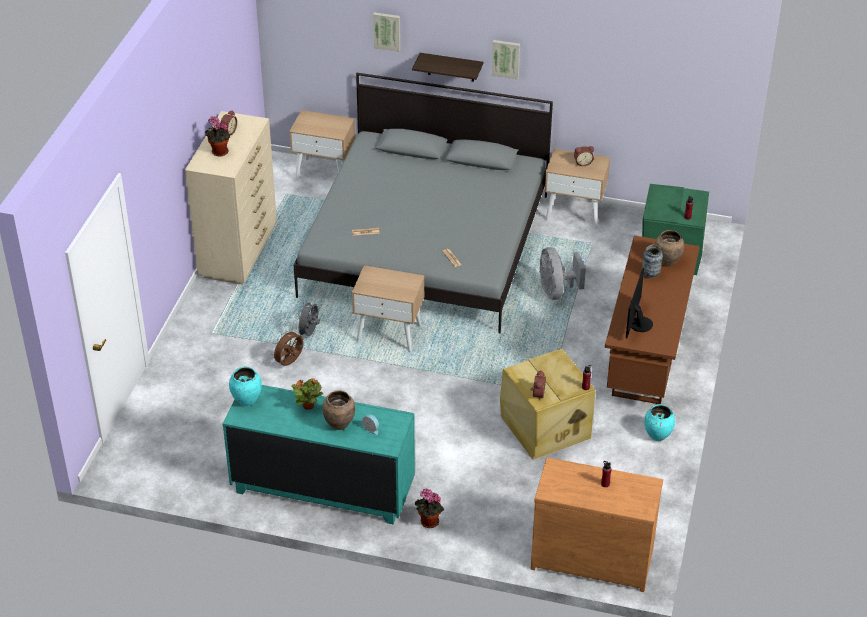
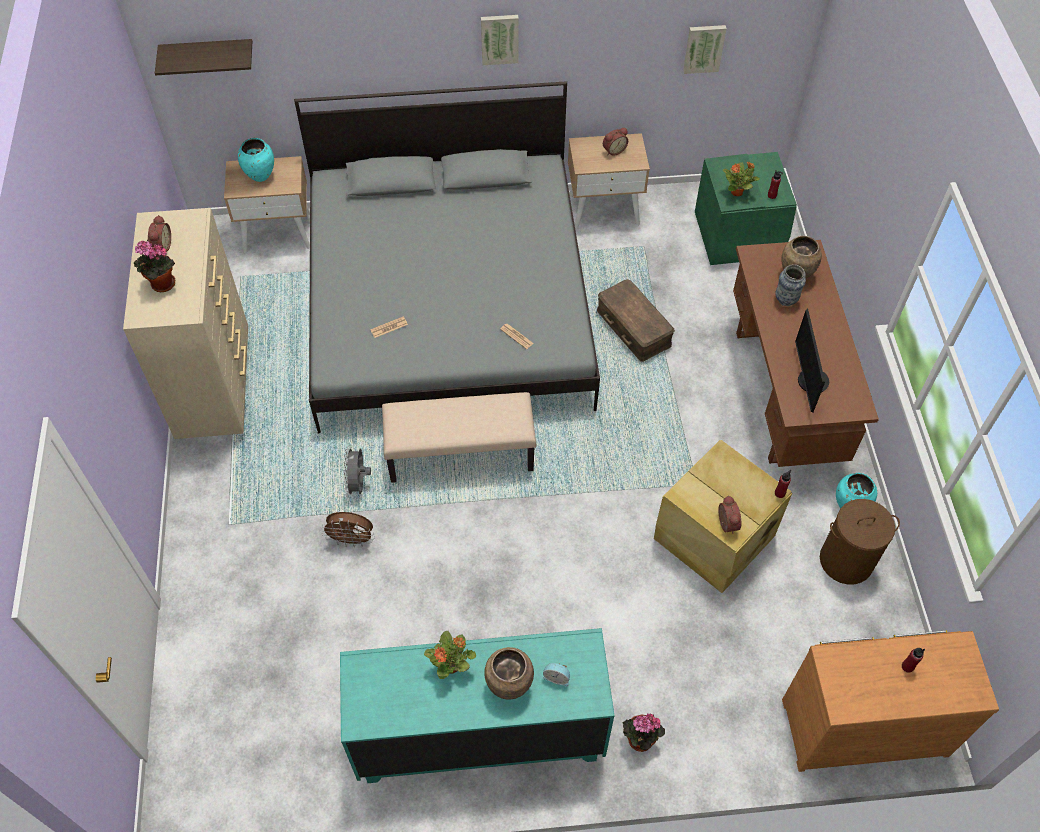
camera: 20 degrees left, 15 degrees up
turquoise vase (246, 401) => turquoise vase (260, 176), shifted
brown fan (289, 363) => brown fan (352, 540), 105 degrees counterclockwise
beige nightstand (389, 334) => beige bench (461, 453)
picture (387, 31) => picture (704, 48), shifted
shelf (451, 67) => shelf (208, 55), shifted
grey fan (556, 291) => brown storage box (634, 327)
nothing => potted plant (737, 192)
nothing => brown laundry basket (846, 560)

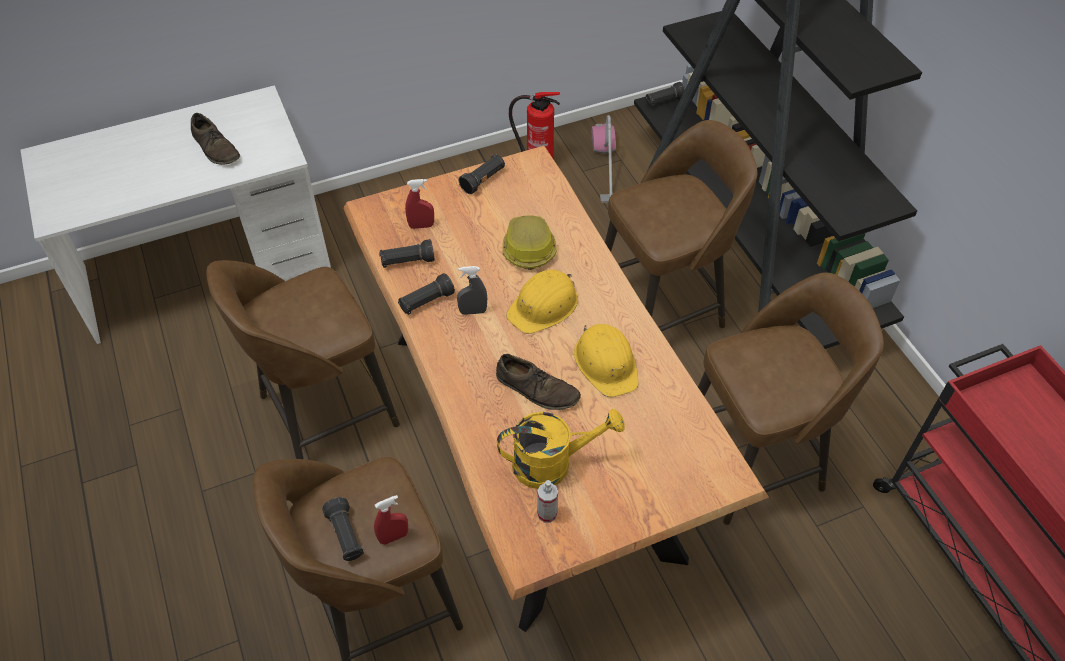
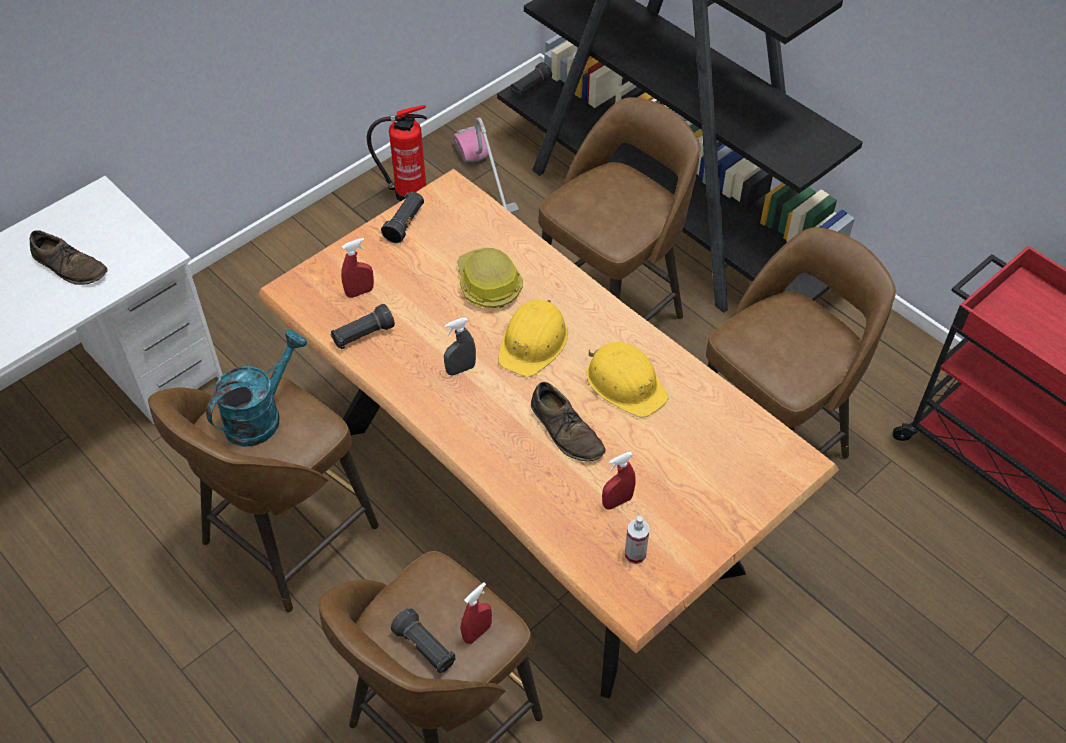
camera: 20 degrees left, 0 degrees up
black flashlight (426, 302) => nothing
brown shoe (537, 389) => brown shoe (566, 431), 45 degrees clockwise
yellow watering can (552, 463) => red spray bottle (617, 502)
nothing => turquoise watering can (260, 415)

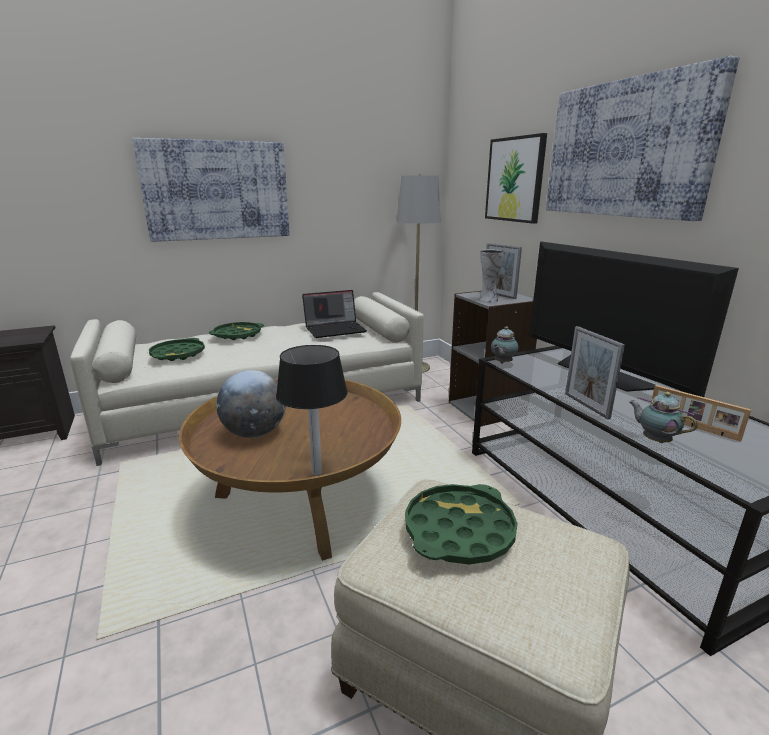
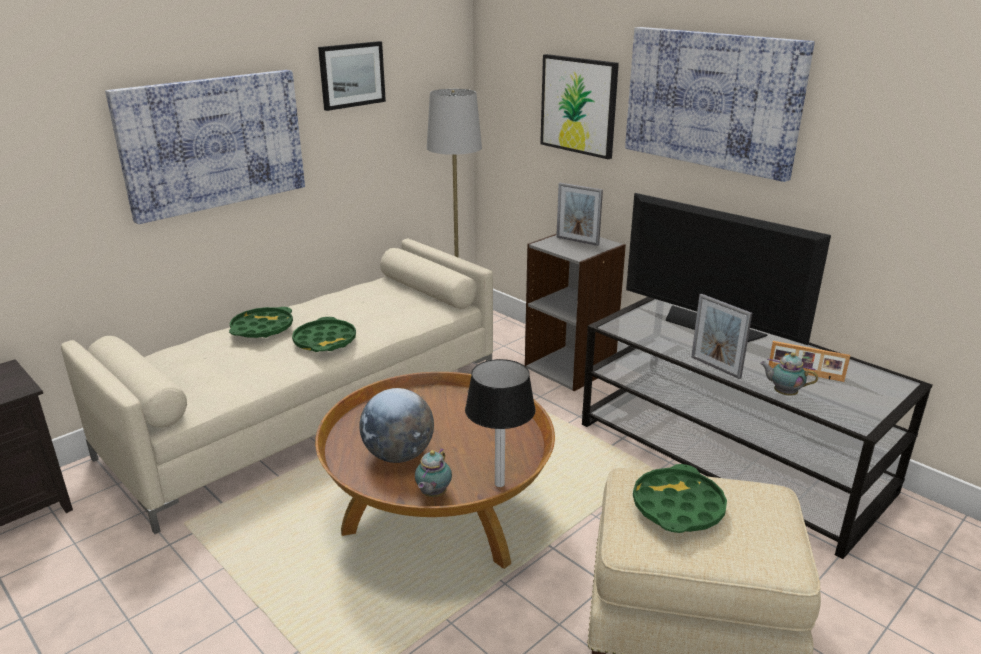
camera: 20 degrees left, 5 degrees up
green tray (178, 354) => green tray (325, 341), shifted
laptop (335, 329) => nothing
vase (488, 299) => nothing
teapot (502, 363) => teapot (432, 494), shifted
nothing => picture (351, 75)

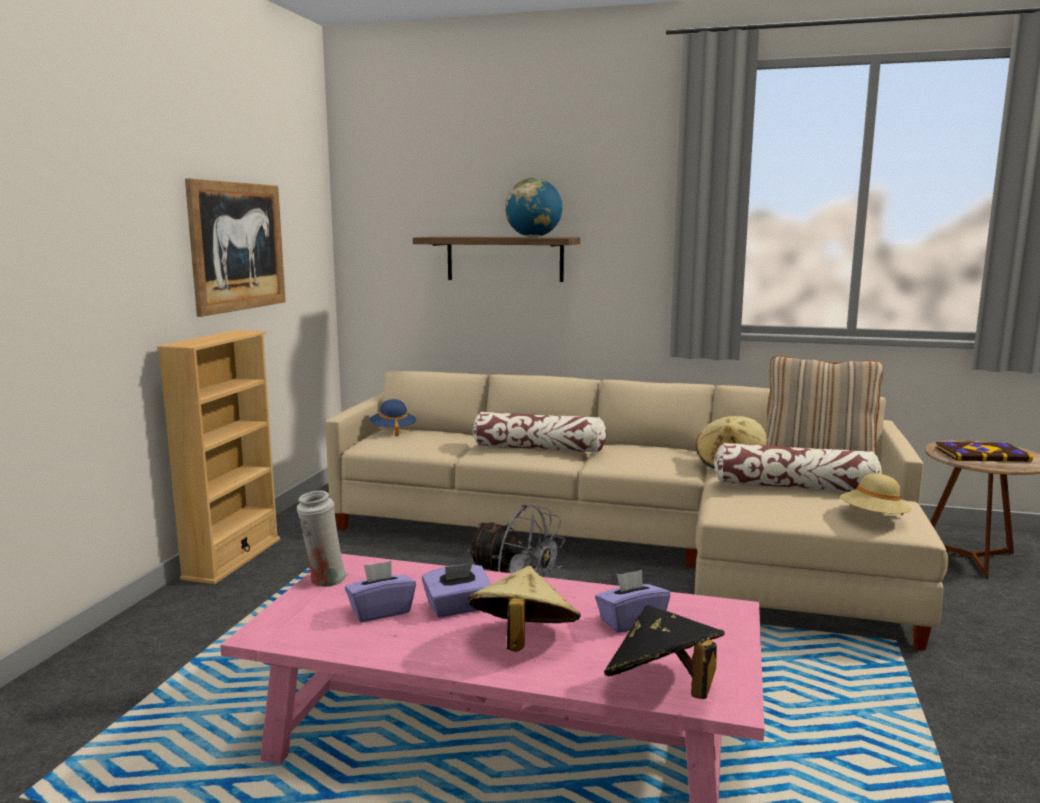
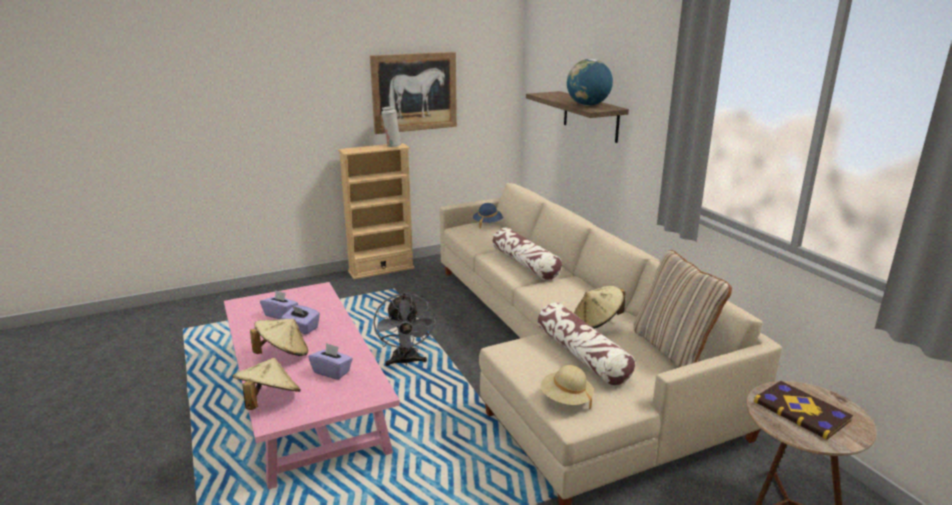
camera: 50 degrees right, 10 degrees up
white vase (324, 580) => white vase (392, 145), shifted
black hat (662, 689) => beige hat (268, 401)

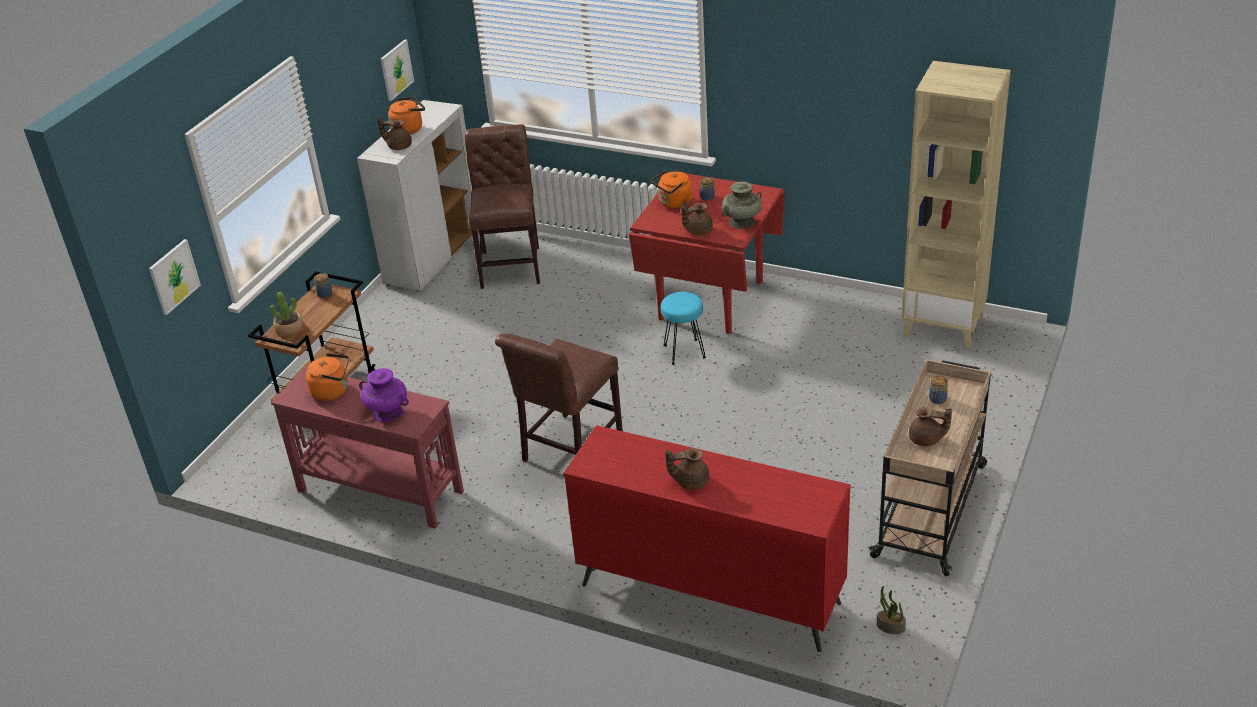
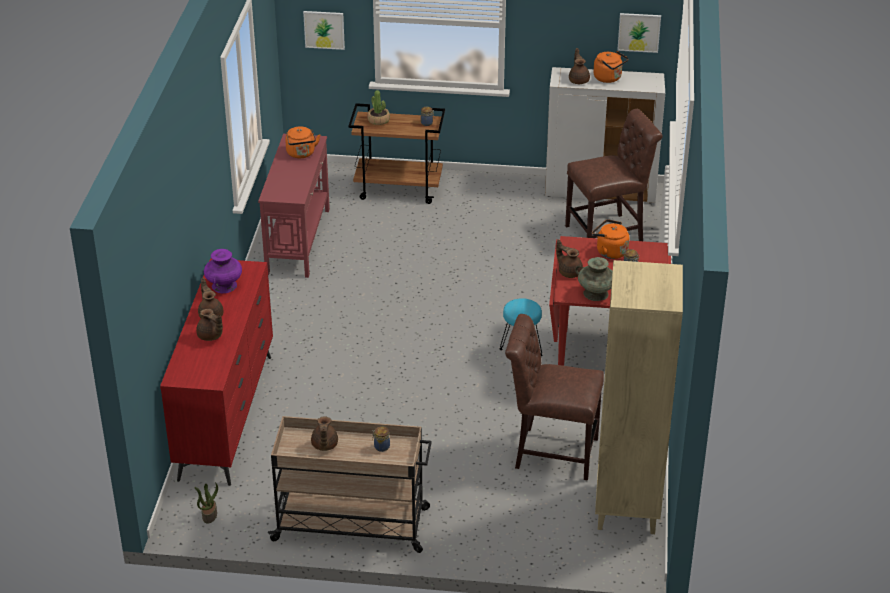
camera: 70 degrees right, 0 degrees up
purple vase (387, 412) => purple vase (224, 285), shifted
brown chair (568, 450) => brown chair (551, 452), shifted
nothing => brown teapot (210, 336)

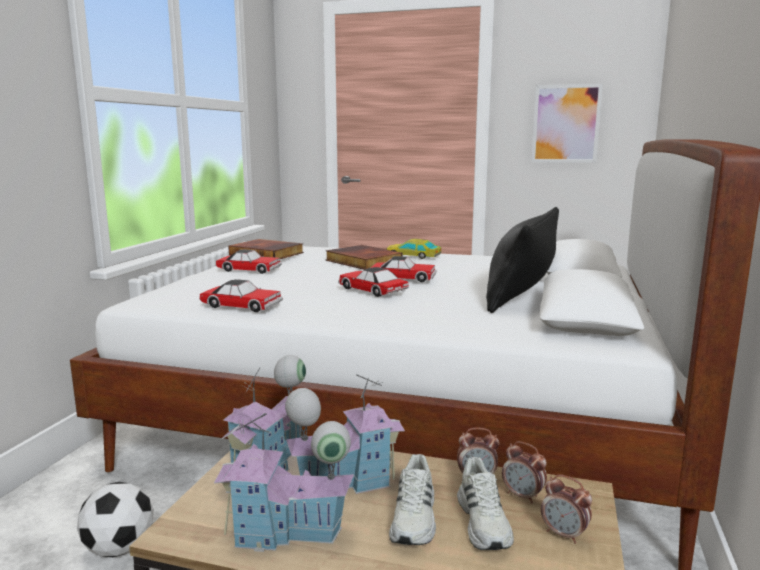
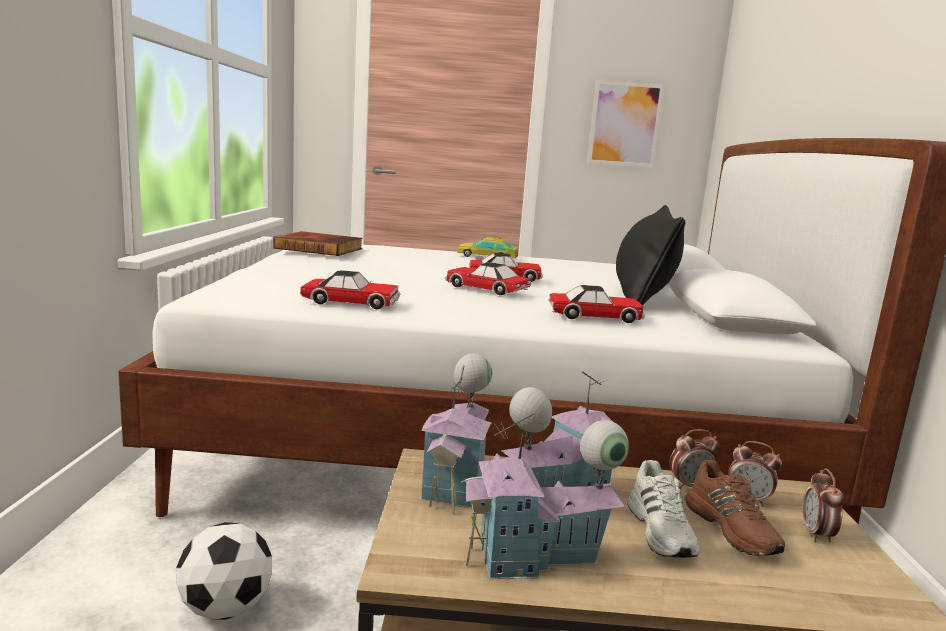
camera: 15 degrees left, 0 degrees up
toy car (249, 270) => toy car (595, 316), shifted
book (362, 261) => nothing
white shoe (484, 522) => brown shoe (733, 529)
alarm clock (564, 534) => alarm clock (817, 535), 75 degrees clockwise

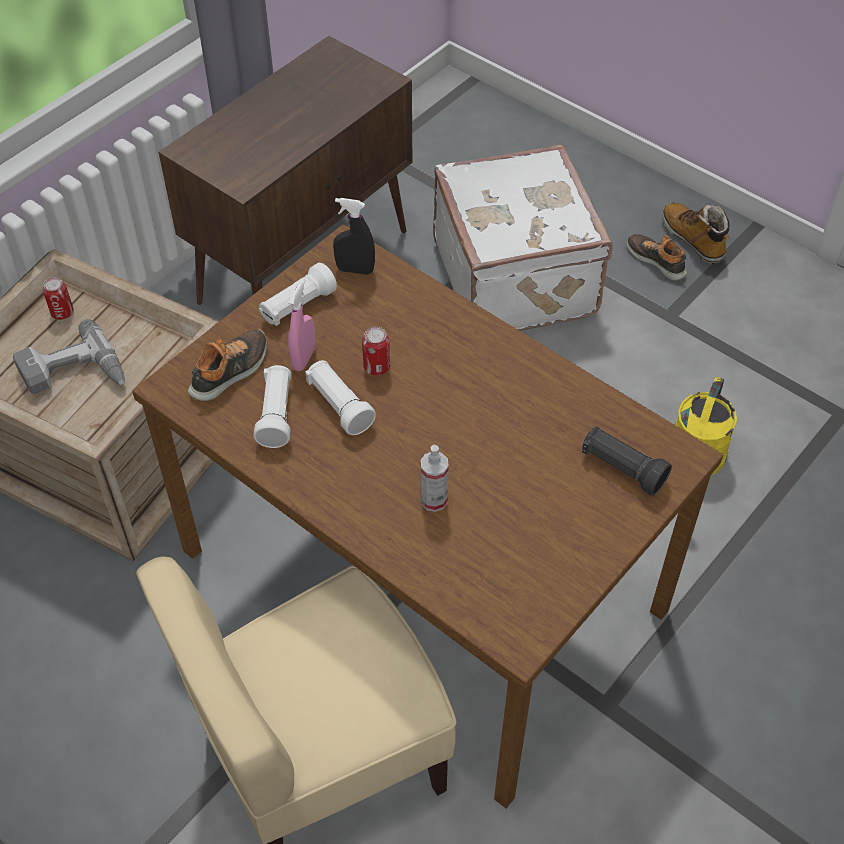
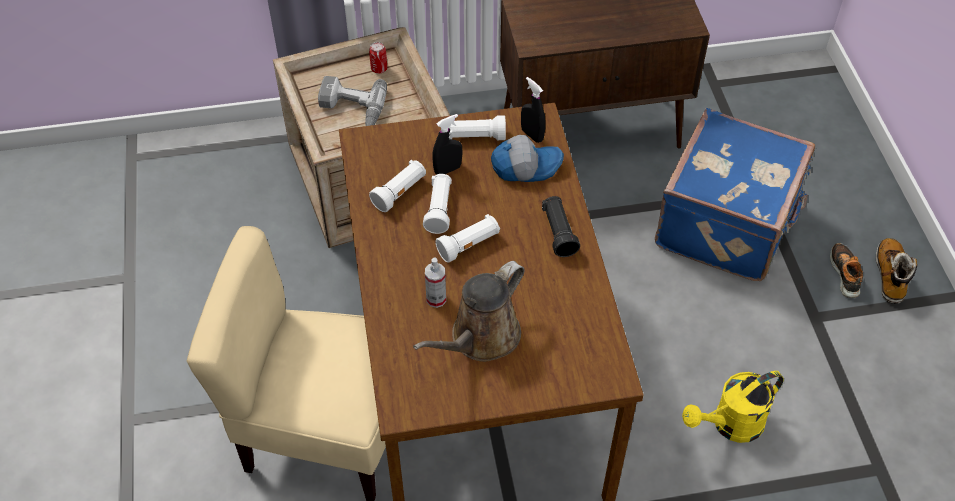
camera: 40 degrees right, 0 degrees up
shoe (230, 371) => nothing
pink spray bottle (304, 358) => black spray bottle (448, 170)
can (376, 367) => nothing
white suitcase (517, 277) => blue suitcase (728, 224)
black flashlight (622, 468) => black flashlight (558, 233), shifted
nothing => brown watering can (480, 338)
nothing => white flashlight (469, 245)
nothing => cap (525, 166)

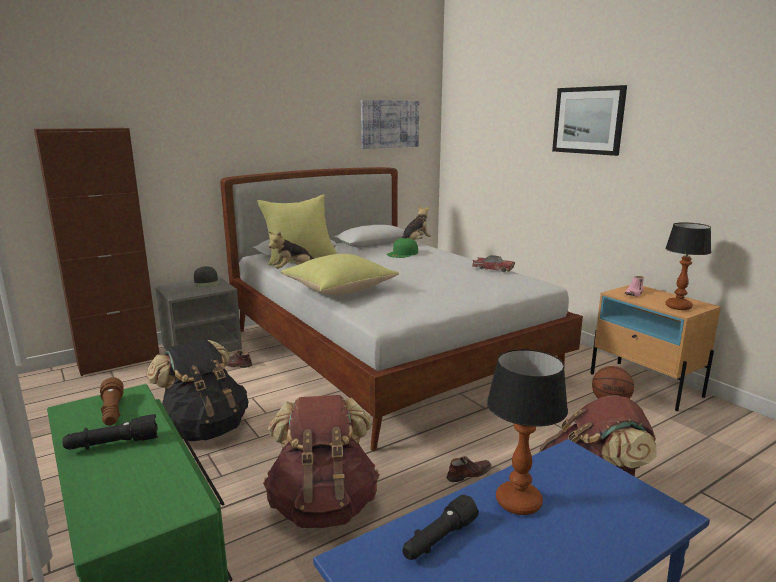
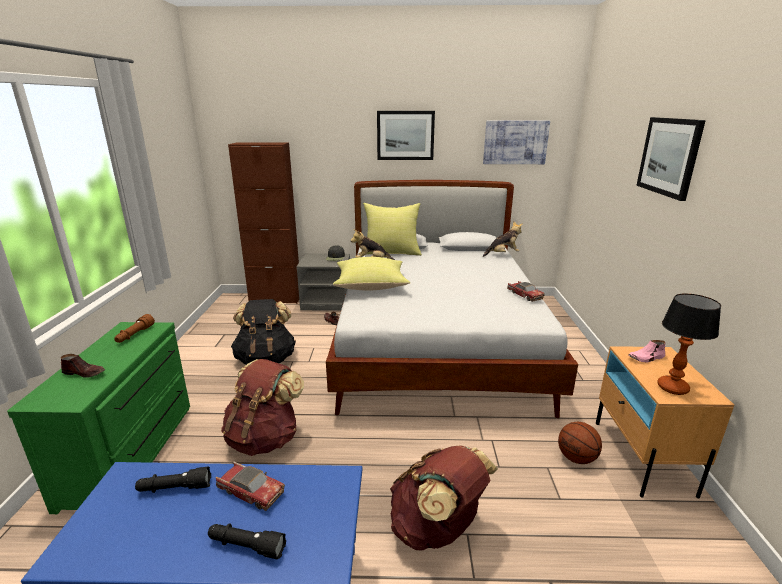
camera: 35 degrees right, 5 degrees up
black flashlight (113, 444) => black flashlight (246, 546), shifted
green cap (402, 253) => nothing
brown shoe (468, 474) => brown shoe (85, 373), shifted
table lamp (517, 502) => toy car (251, 491)
nothing => picture (405, 135)

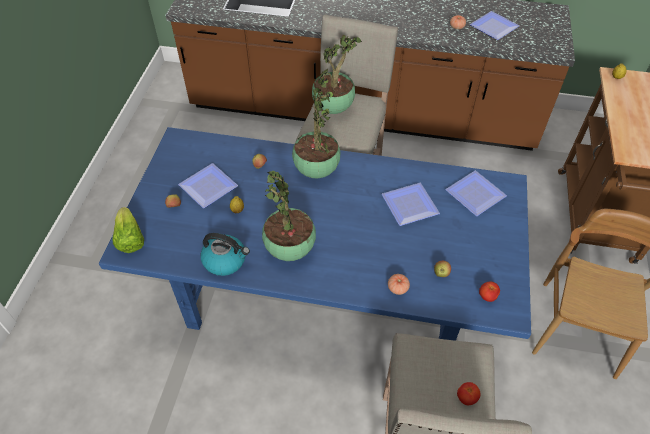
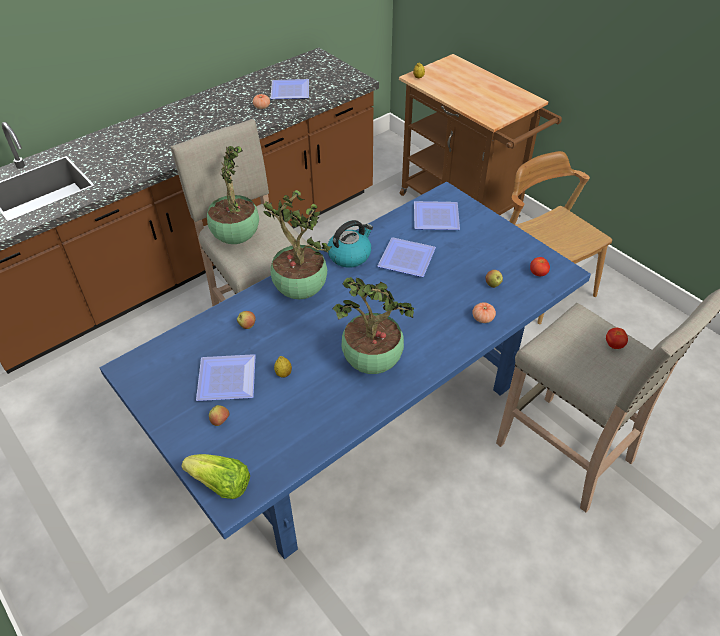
camera: 50 degrees left, 5 degrees down
kettle (225, 260) => kettle (350, 255), shifted

